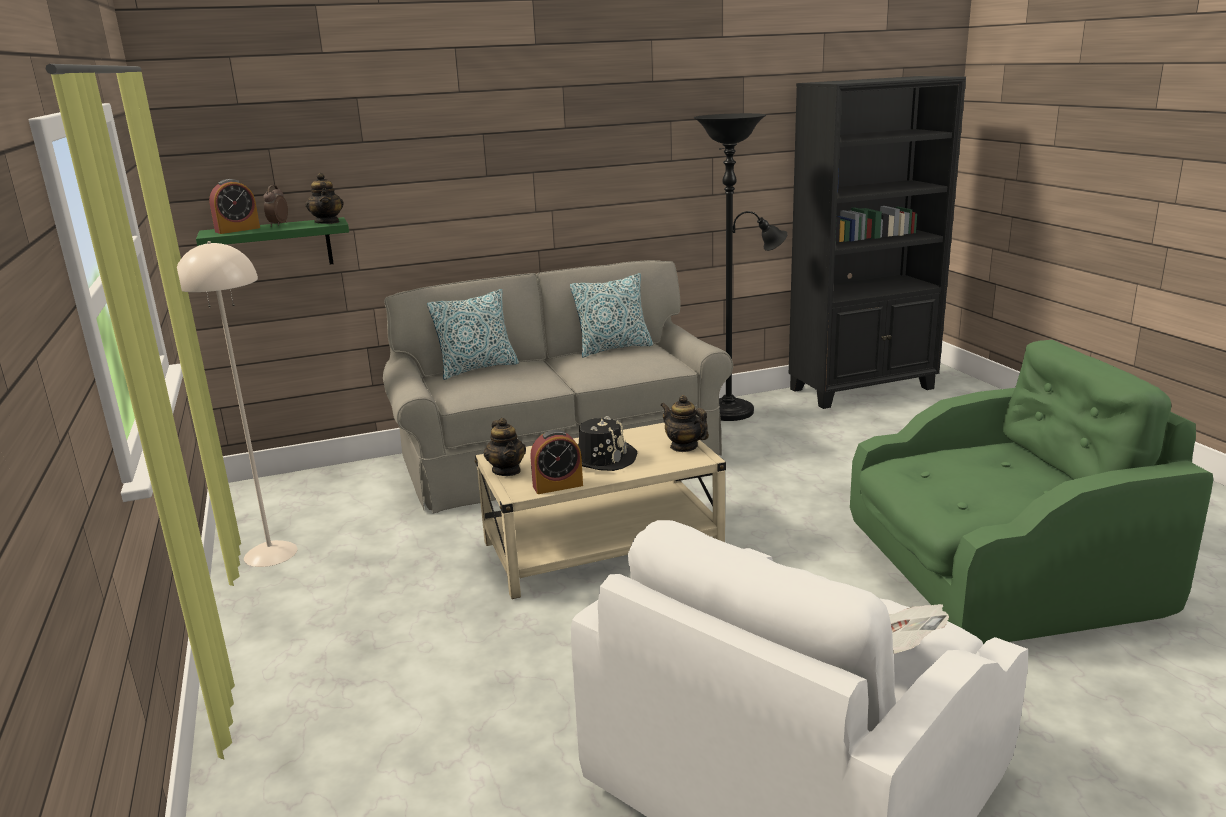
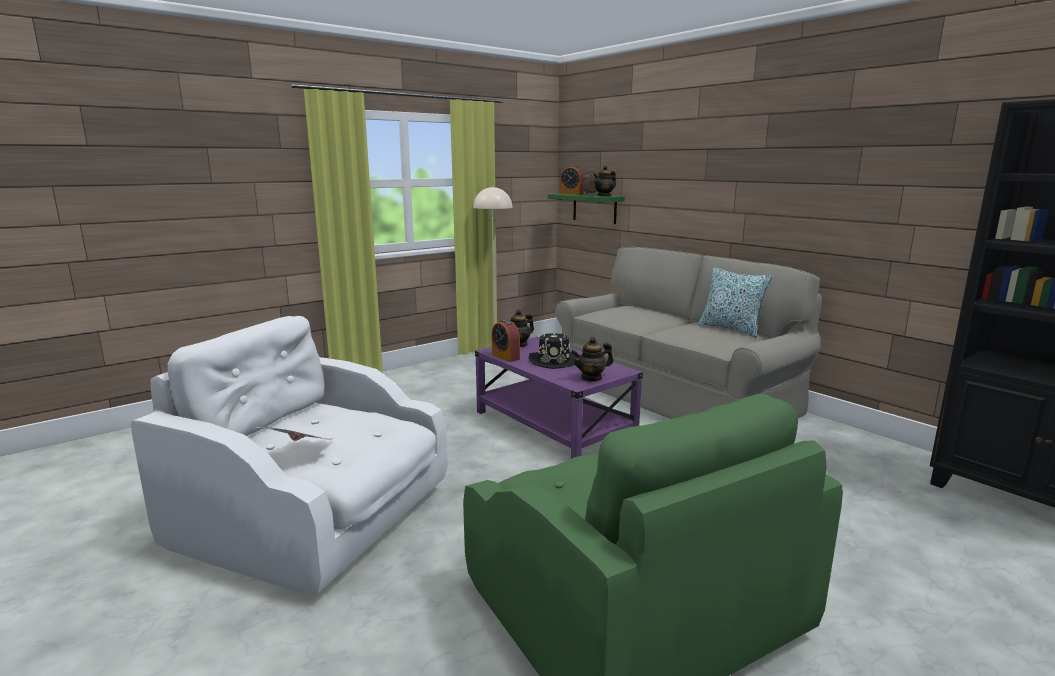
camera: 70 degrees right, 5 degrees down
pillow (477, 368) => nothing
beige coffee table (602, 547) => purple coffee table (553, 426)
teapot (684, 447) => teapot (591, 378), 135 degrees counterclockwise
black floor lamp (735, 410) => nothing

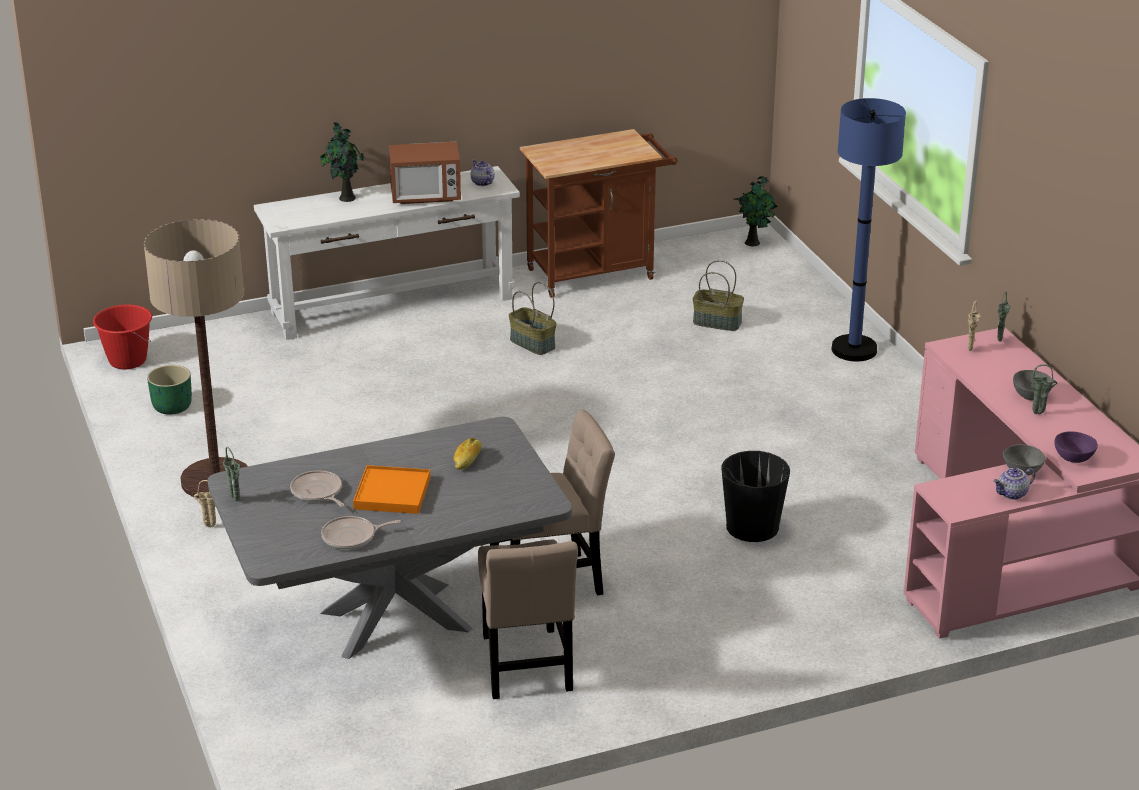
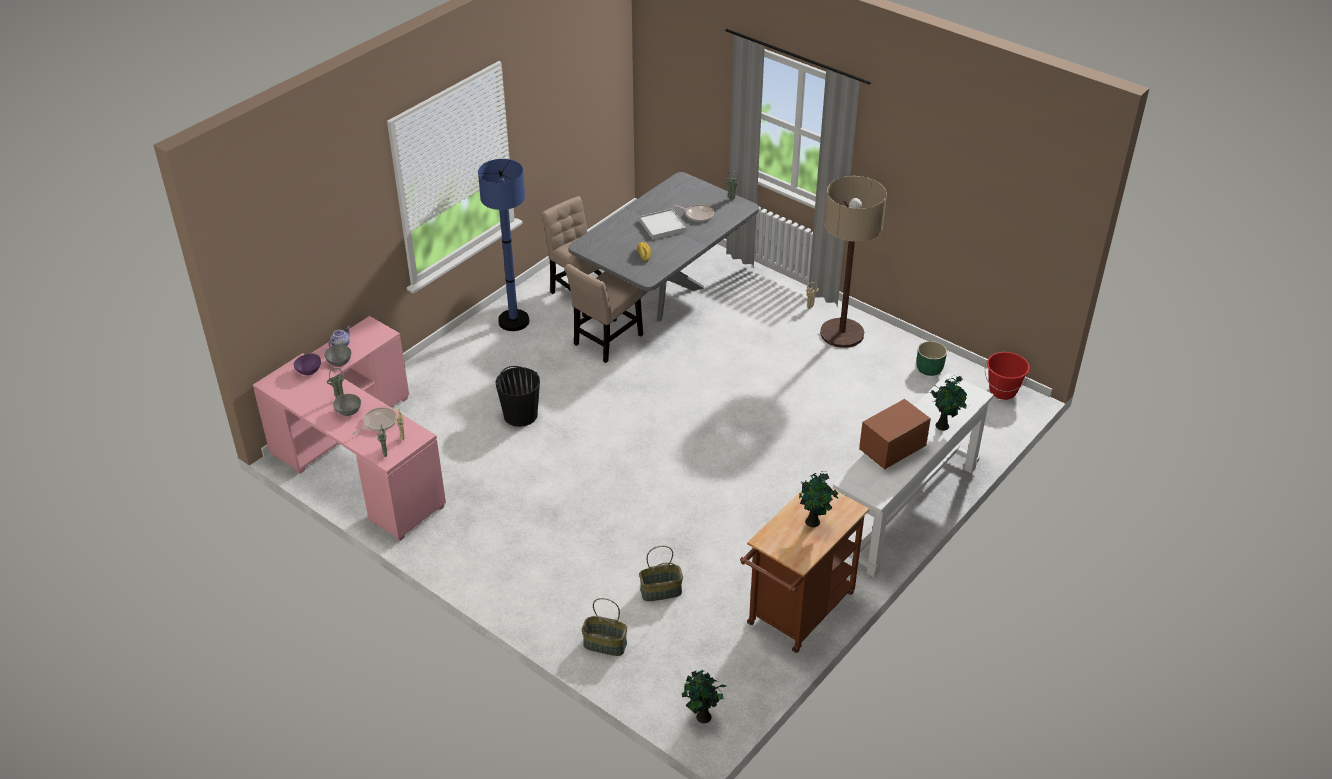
camera: 150 degrees right, 10 degrees up
frying pan (352, 537) => frying pan (378, 423), shifted
orange tray (392, 493) => white tray (662, 226)
teapot (482, 183) => nothing
basket (531, 344) => basket (605, 644), shifted
blue floor lamp (854, 350) => blue floor lamp (513, 321), shifted
nothing => potted plant (814, 522)

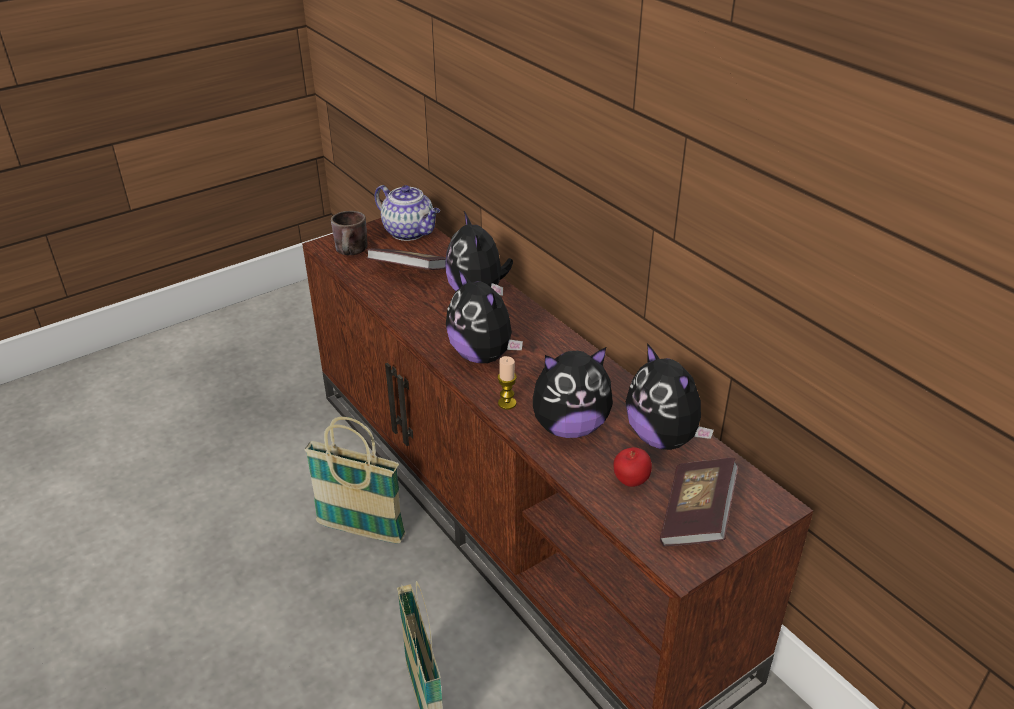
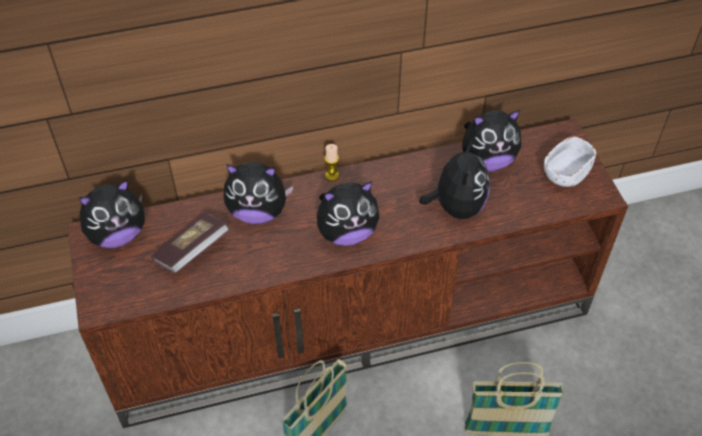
camera: 70 degrees left, 15 degrees up
brown mug (354, 252) => nothing
teapot (410, 232) => plush toy (117, 234)
candle (507, 403) => candle (332, 175), shifted
apple (630, 482) => nothing
book (696, 517) => white bowl (566, 173)

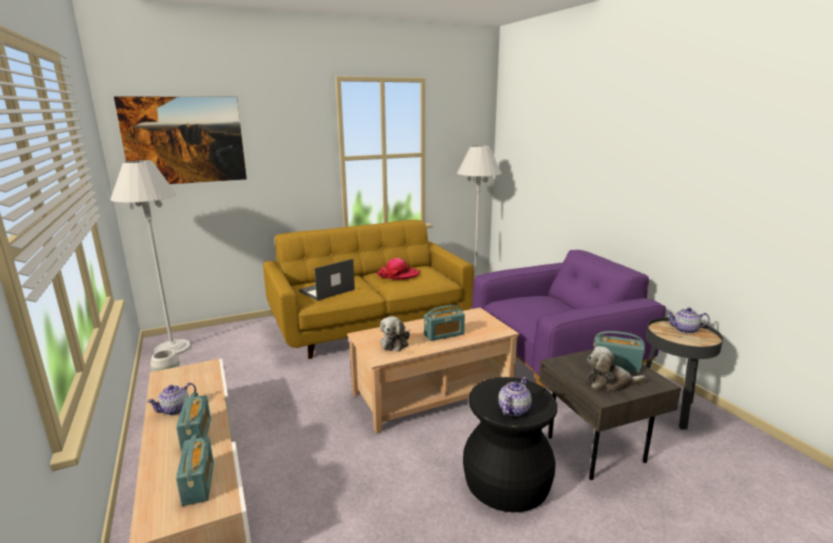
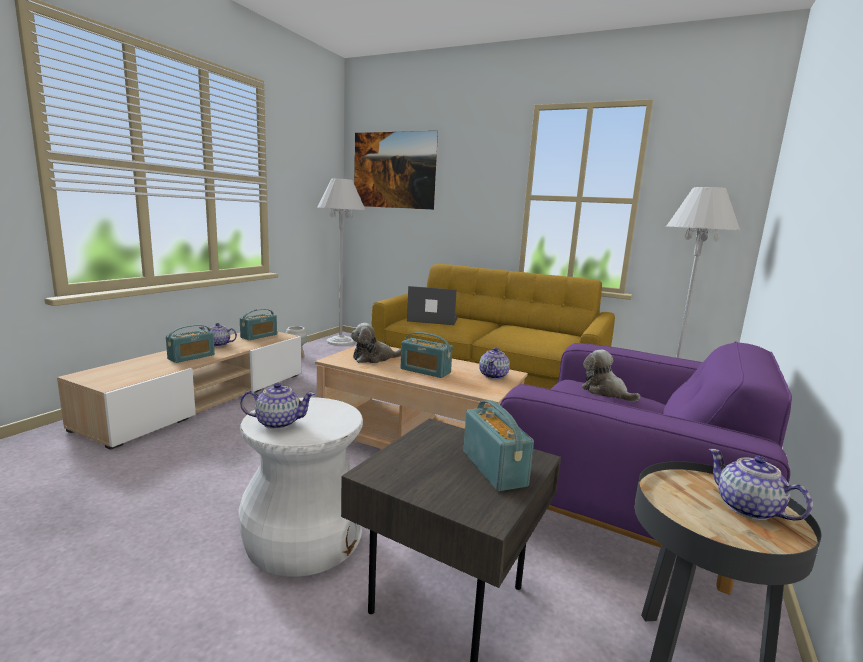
camera: 50 degrees right, 5 degrees down
radio (198, 483) => radio (259, 336), shifted
hat (398, 275) => nothing
black stool (506, 482) => white stool (303, 538)
plush toy (610, 383) => plush toy (605, 392), shifted
nothing => teapot (493, 375)

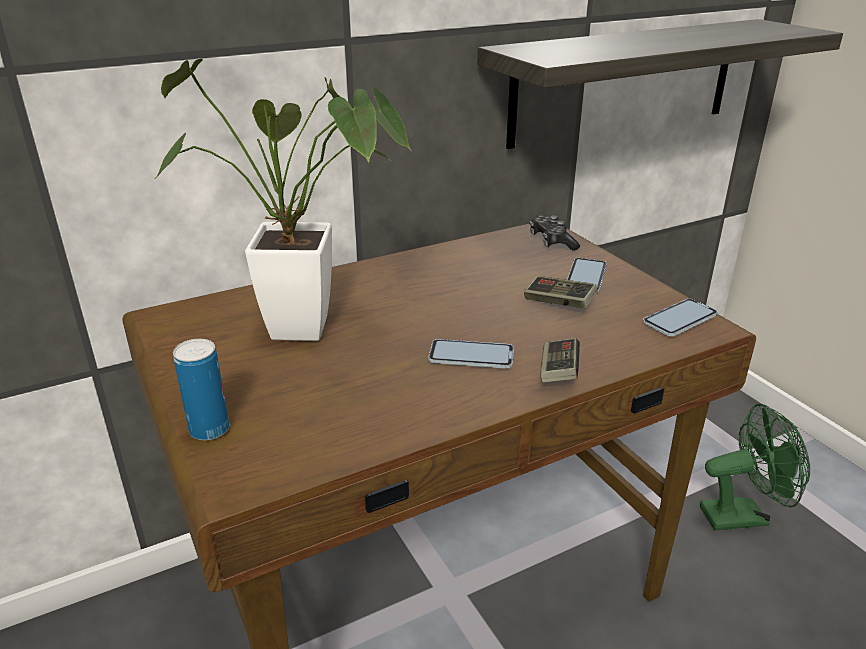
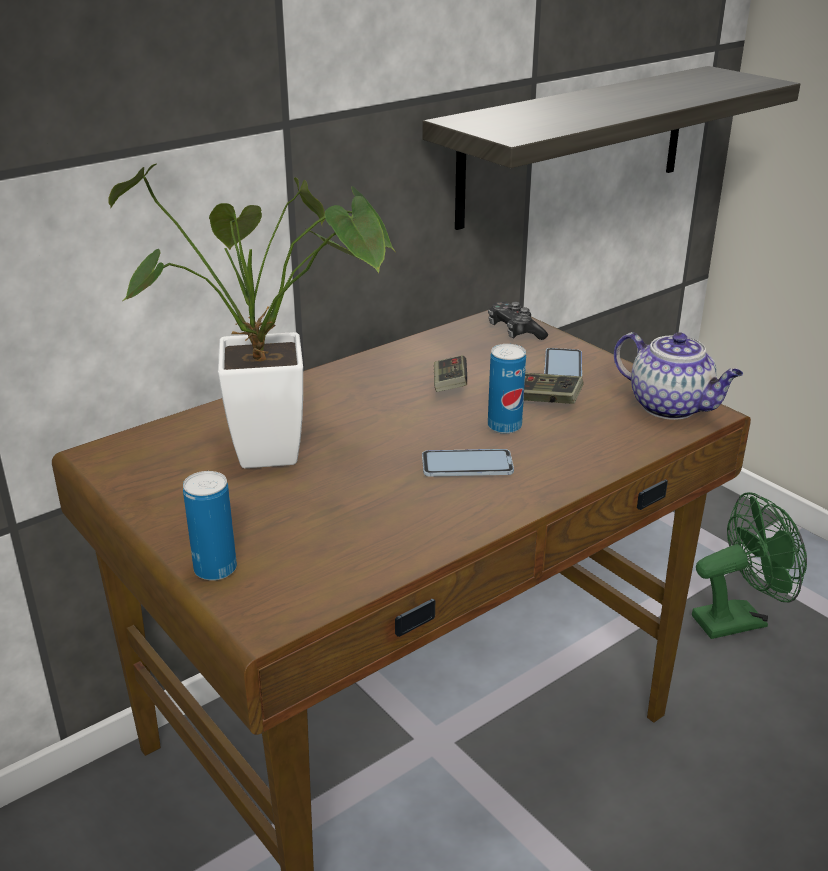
camera: 10 degrees left, 0 degrees up
game controller (558, 372) => game controller (449, 385), shifted
phone (680, 319) => teapot (671, 407)
nothing => can (504, 426)

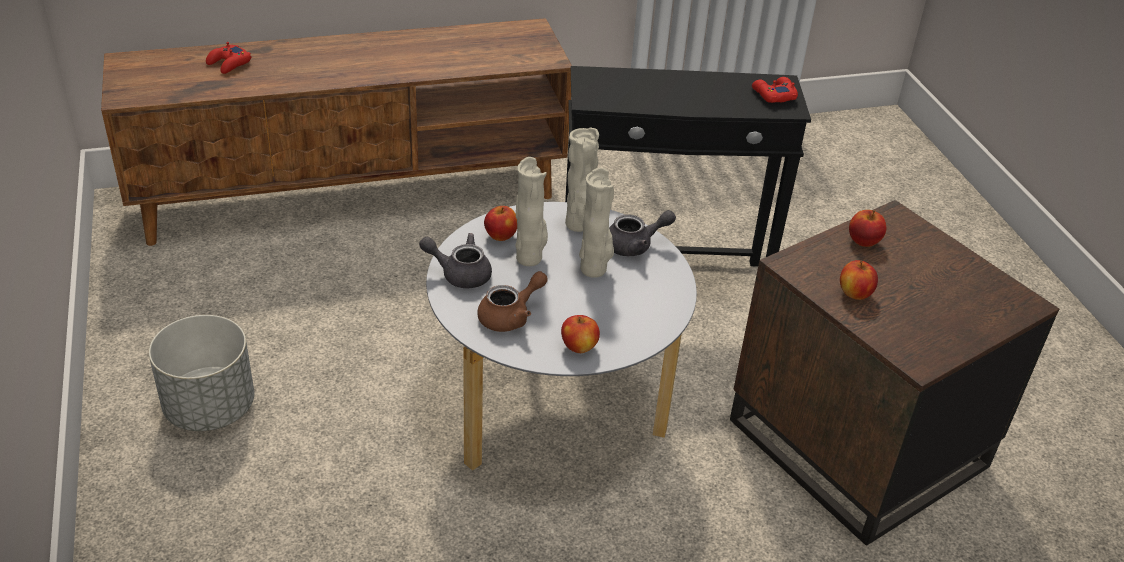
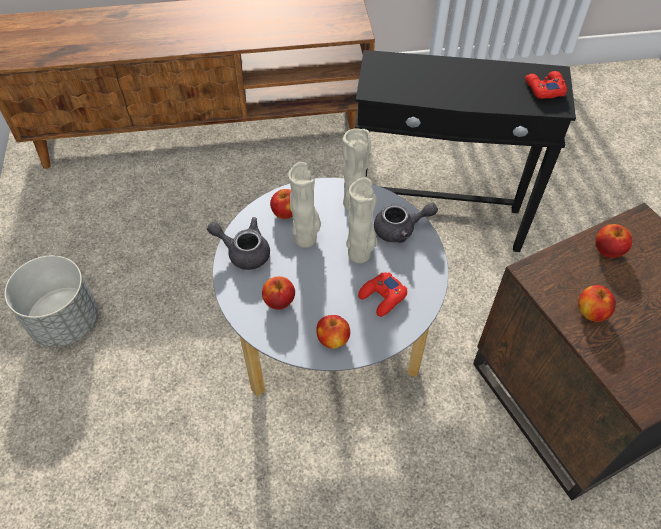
camera: 10 degrees right, 15 degrees up
red game controller (229, 64) => red game controller (382, 297), shifted
brown teapot (510, 316) => apple (279, 301)

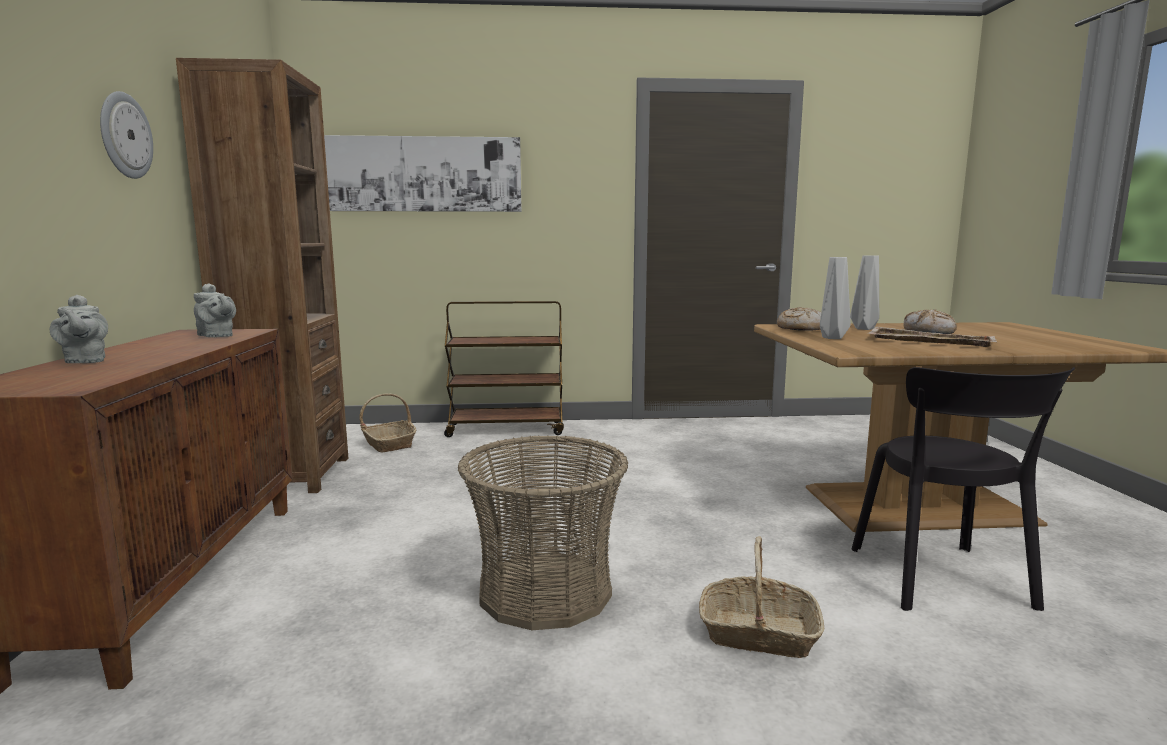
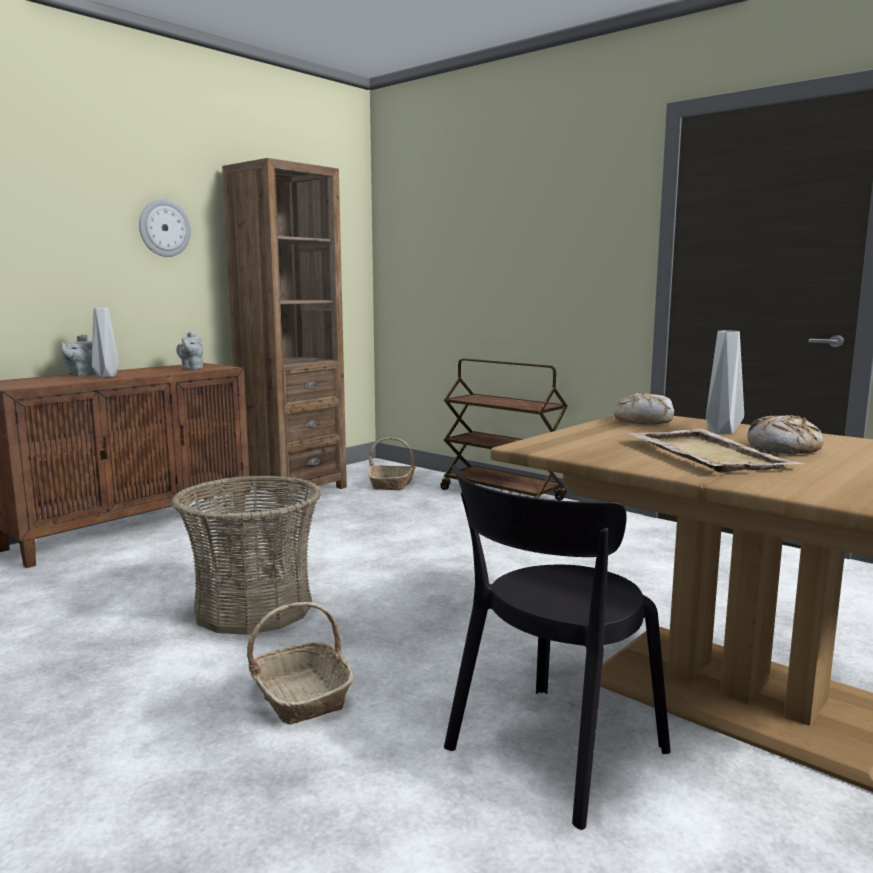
camera: 45 degrees right, 0 degrees up
picture (413, 174) => nothing
grey vase (834, 338) => grey vase (106, 376), shifted

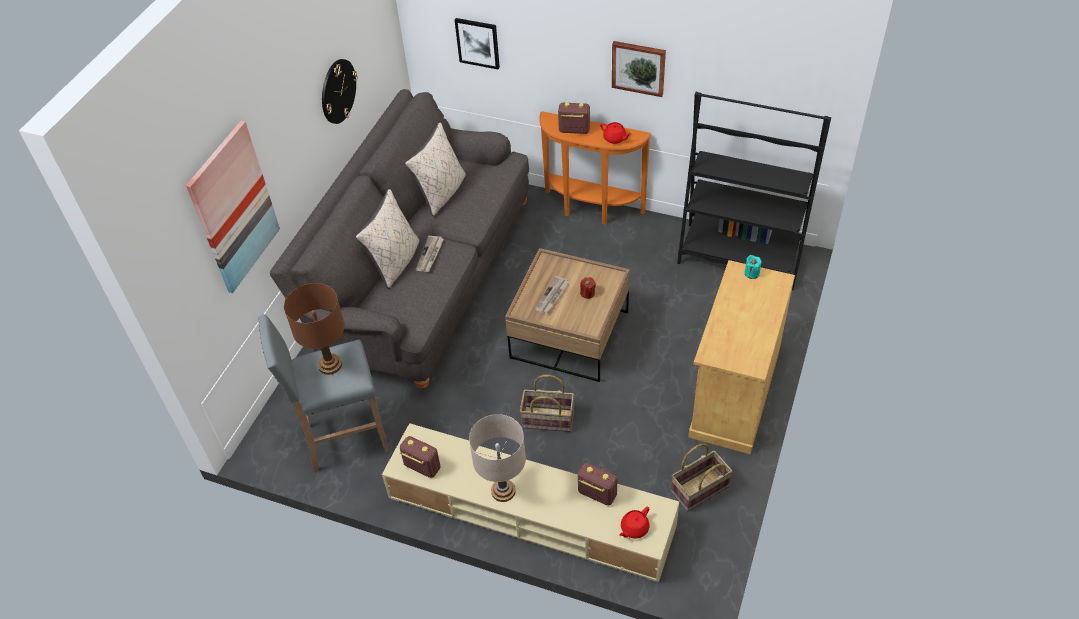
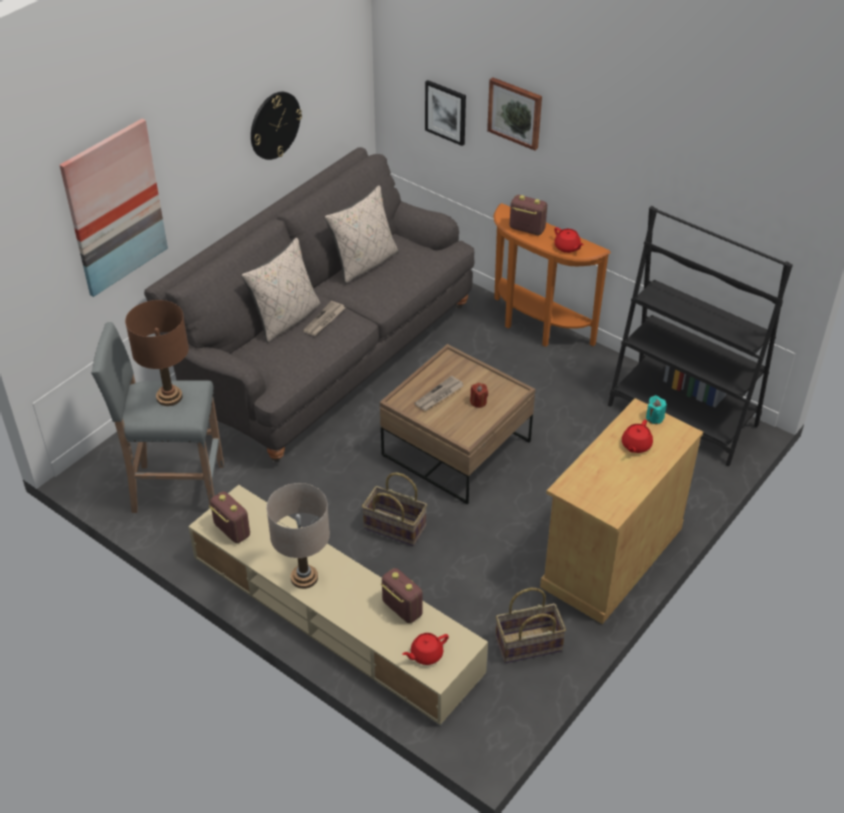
camera: 15 degrees right, 5 degrees down
picture (638, 67) => picture (515, 112), shifted
nothing => red teapot (635, 445)

